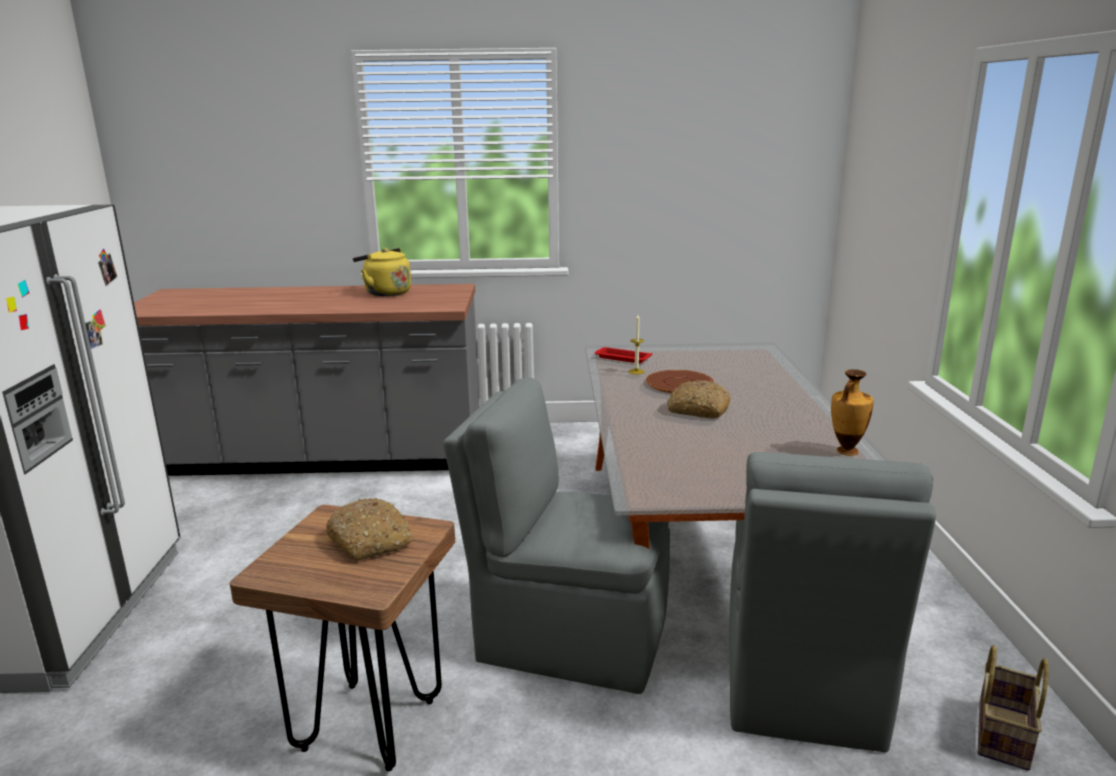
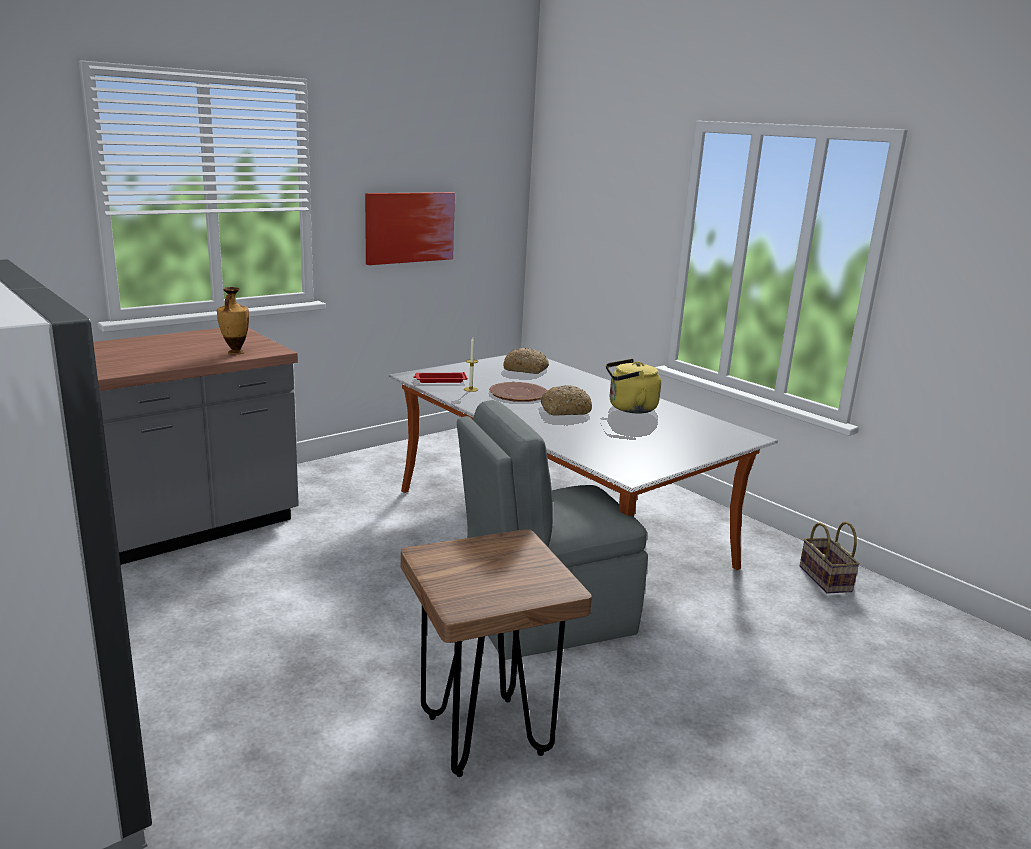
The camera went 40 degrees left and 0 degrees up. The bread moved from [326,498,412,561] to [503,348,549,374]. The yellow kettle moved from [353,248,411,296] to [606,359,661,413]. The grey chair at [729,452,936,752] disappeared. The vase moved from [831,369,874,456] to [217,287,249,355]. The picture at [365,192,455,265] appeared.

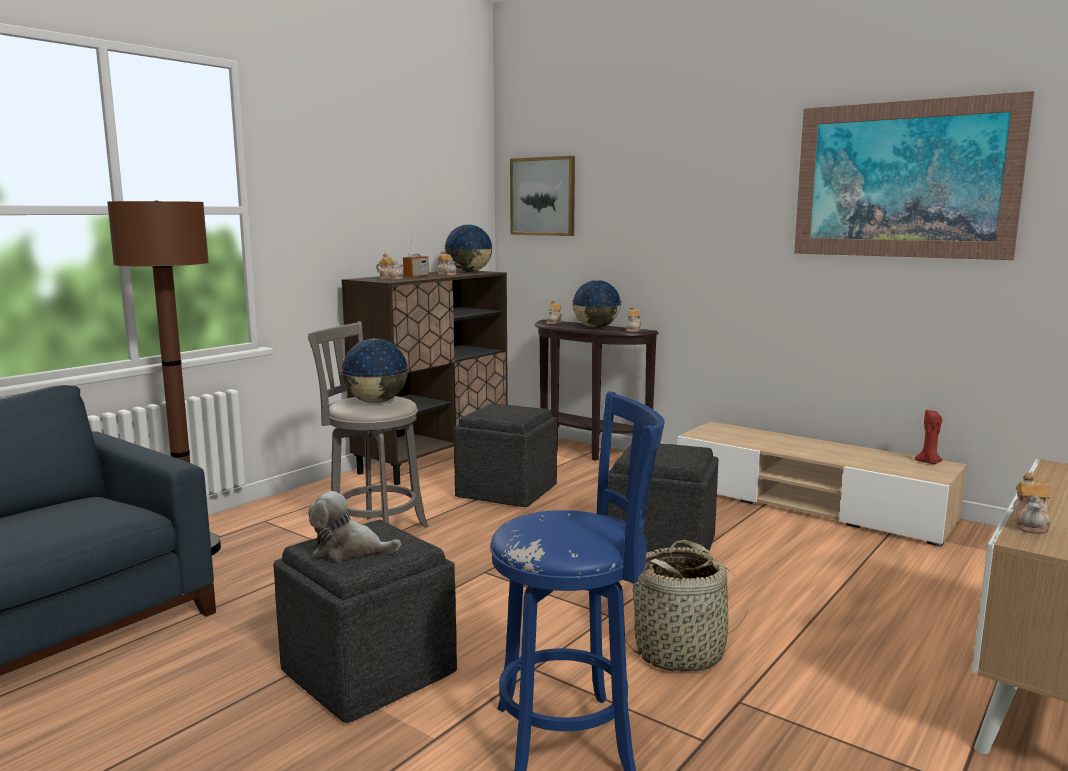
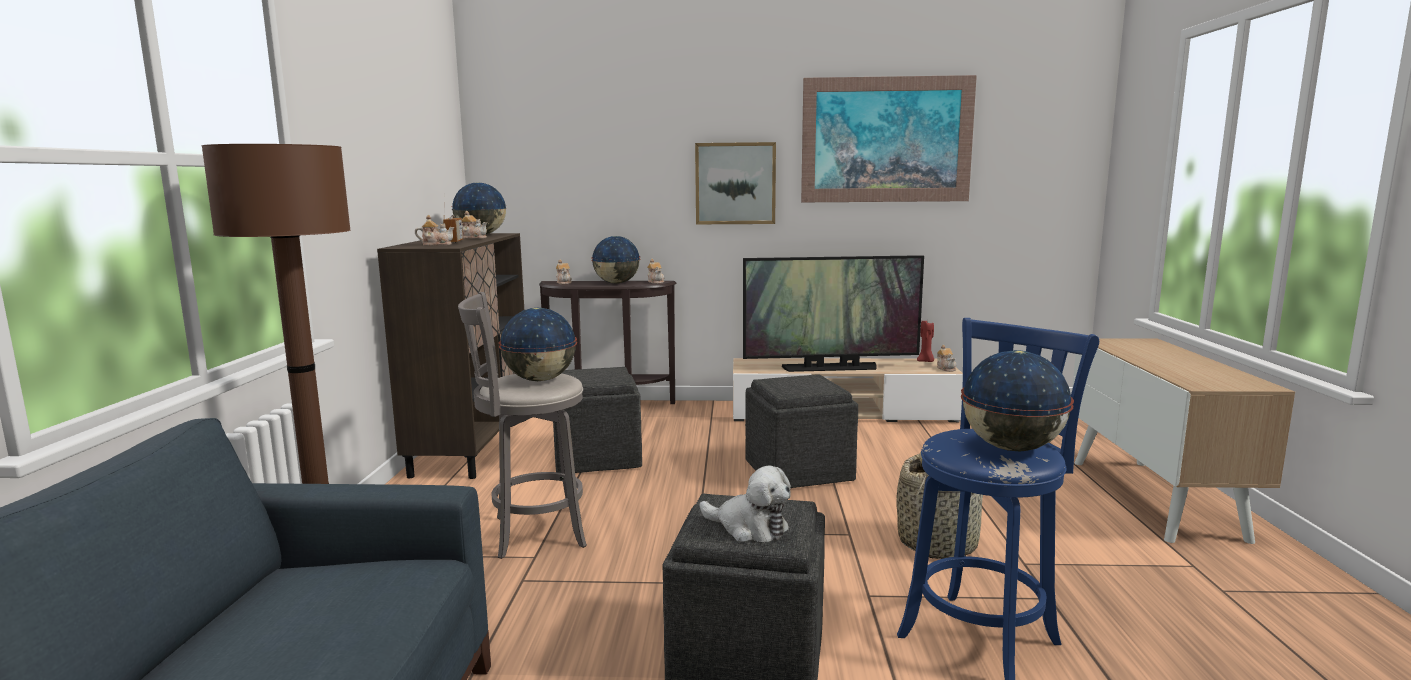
The camera went 35 degrees left and 0 degrees up. The plush toy at [308,491,401,562] turned 120 degrees counterclockwise. The picture moved from [510,156,575,236] to [695,142,776,224]. The teapot moved from [1012,473,1051,534] to [937,345,957,372]. The television at [743,255,924,372] appeared. The globe at [961,350,1074,451] appeared.

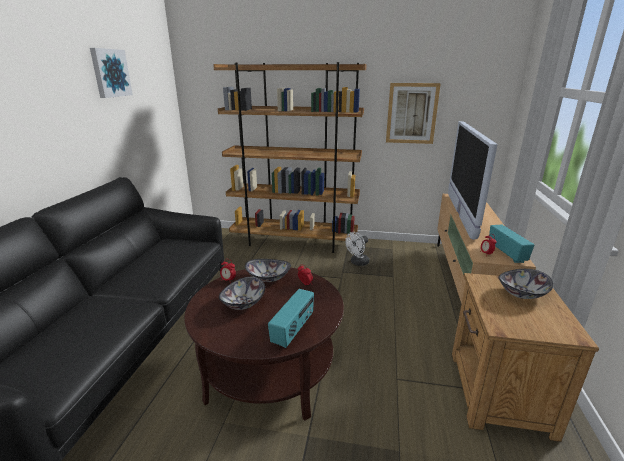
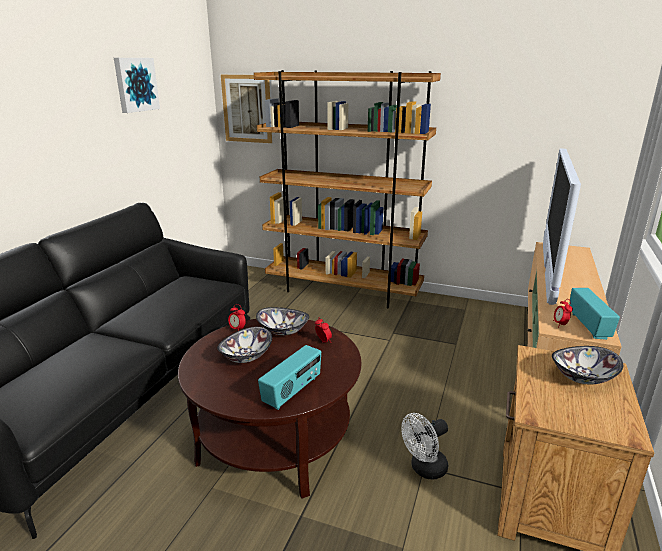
The camera went 10 degrees right and 0 degrees up. The white fan moved from [345,232,369,266] to [401,413,448,479]. The picture moved from [386,83,441,144] to [221,75,272,143].

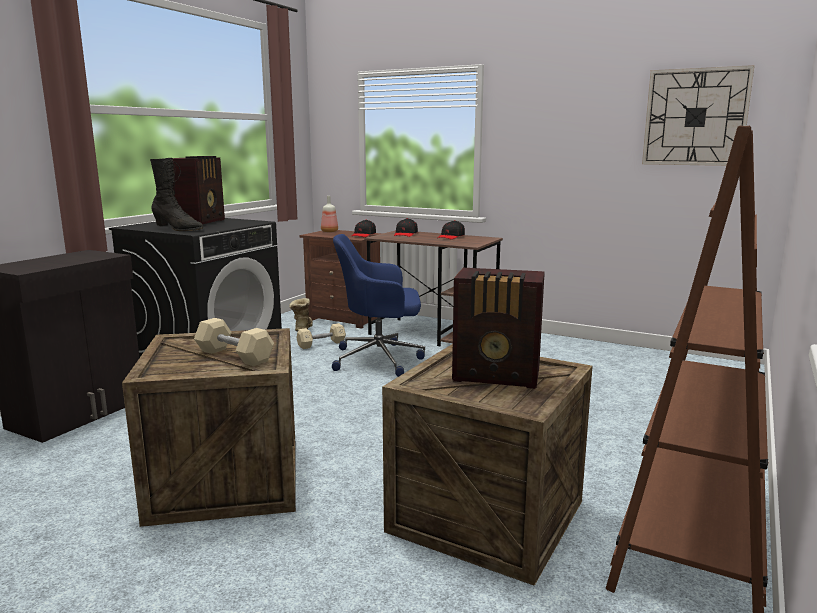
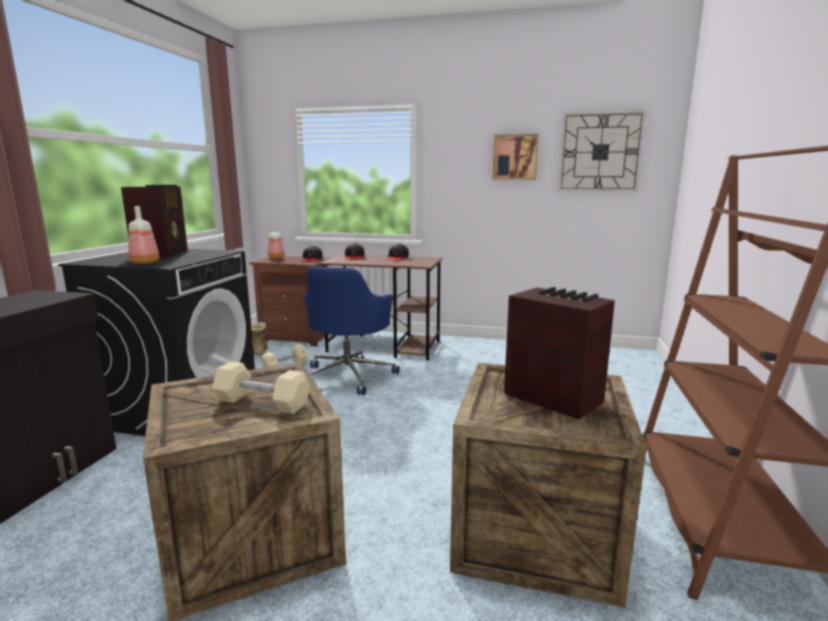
The camera went 15 degrees left and 0 degrees up. The black boot at [150,158,204,231] was replaced by the bottle at [128,206,159,264]. The blue office chair at [332,234,425,377] turned 60 degrees counterclockwise. The radio at [452,268,545,389] turned 135 degrees counterclockwise. The picture at [493,134,539,180] appeared.

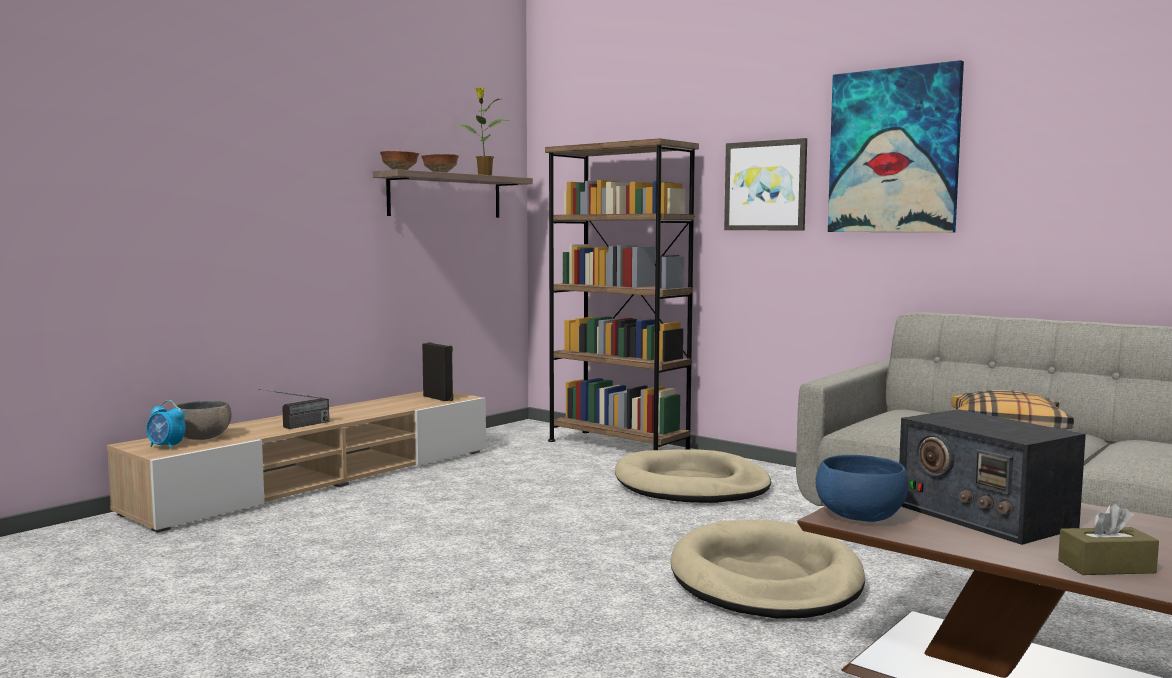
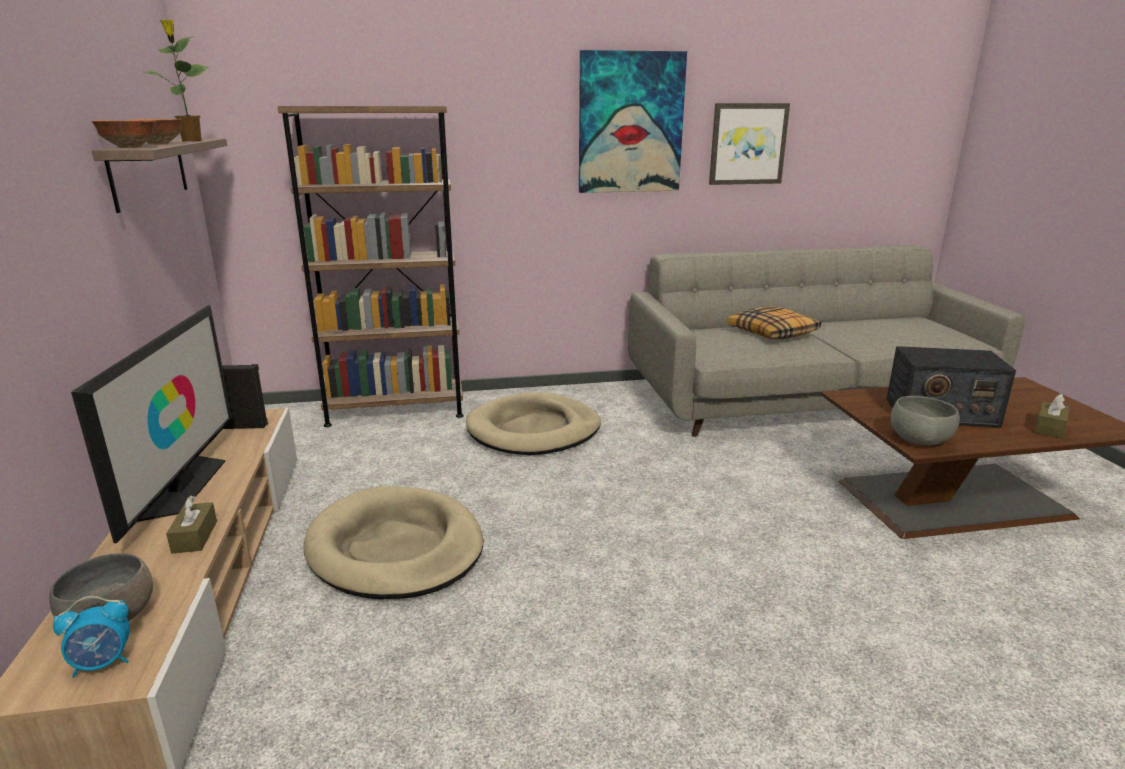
The camera went 50 degrees left and 15 degrees up. The radio at [259,389,329,429] was replaced by the brown tissue box at [166,496,217,553]. The beige dog bed moved from [670,520,865,618] to [304,486,483,599]. The picture moved from [724,138,807,230] to [709,103,790,185]. The blue bowl at [816,455,909,522] became the grey bowl at [891,396,960,445]. The television at [71,305,232,543] appeared.

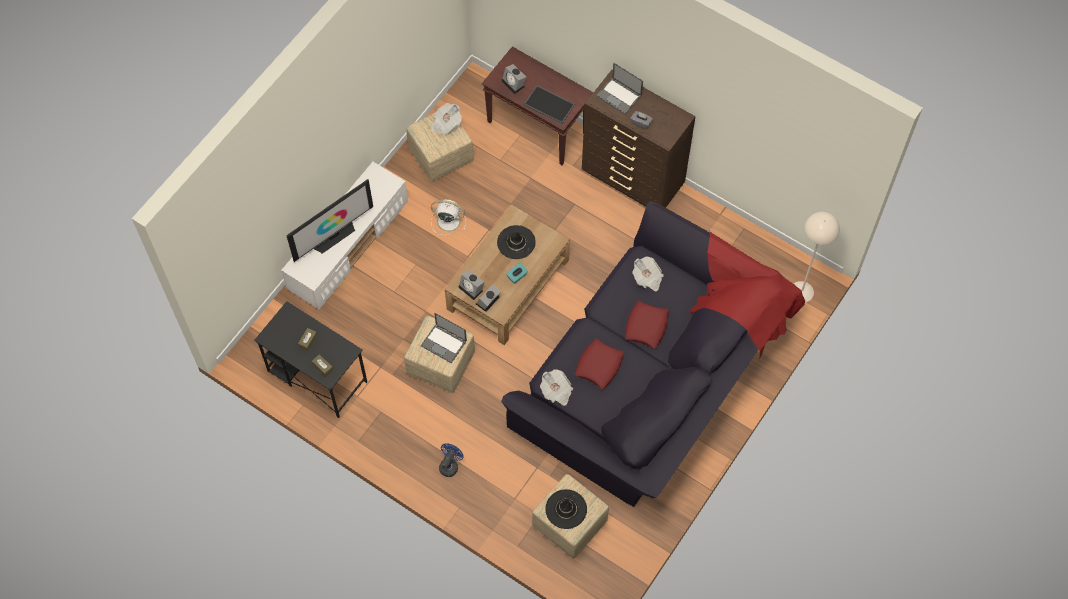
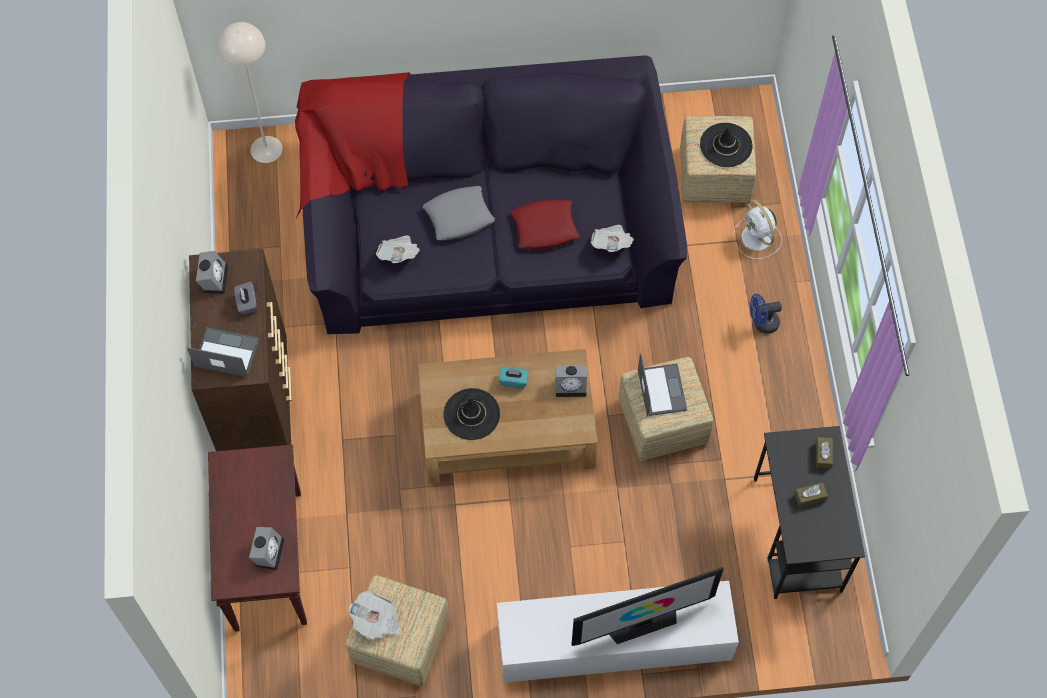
The camera went 130 degrees left and 0 degrees up. The television at [286,179,373,262] turned 150 degrees clockwise. The white fan moved from [431,200,466,235] to [733,199,782,259]. The alarm clock moved from [458,270,484,300] to [196,251,228,294]. The tray at [524,85,575,124] disappeared. The laptop at [596,63,643,114] turned 75 degrees counterclockwise. The red pillow at [625,301,669,349] became the grey pillow at [423,186,495,240].

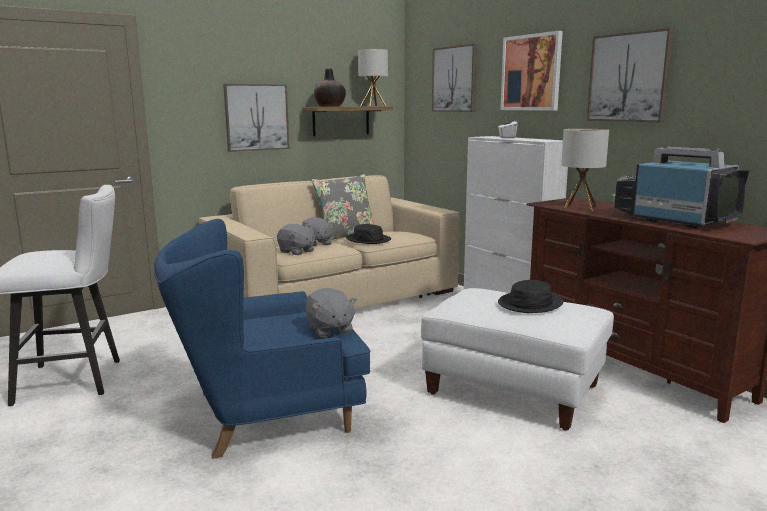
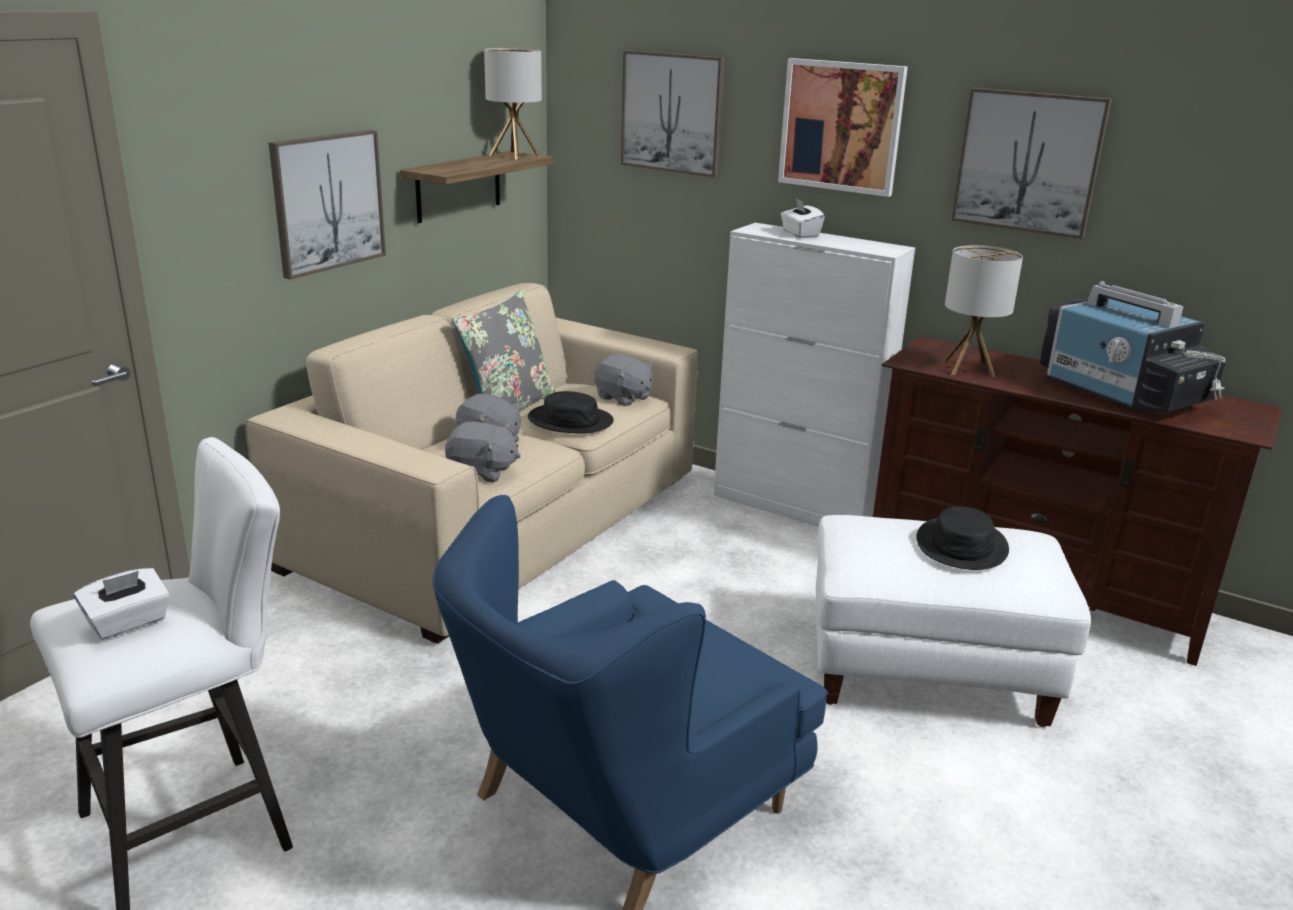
The camera went 25 degrees left and 10 degrees up. The grey plush toy moved from [305,288,357,338] to [594,354,654,406]. The vase at [314,68,346,107] disappeared. The television at [612,147,749,228] turned 150 degrees counterclockwise. The white tissue box at [74,568,170,640] appeared.

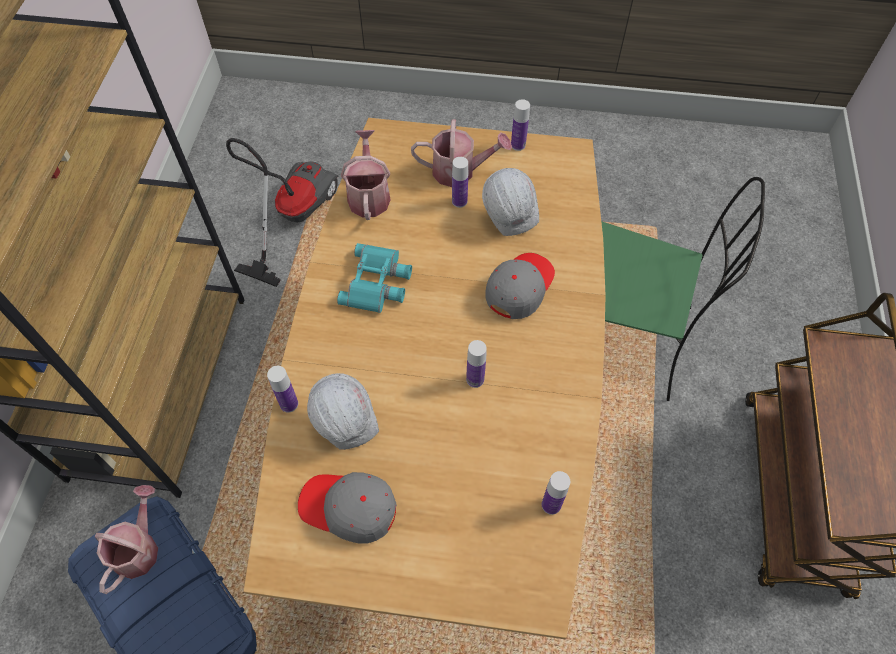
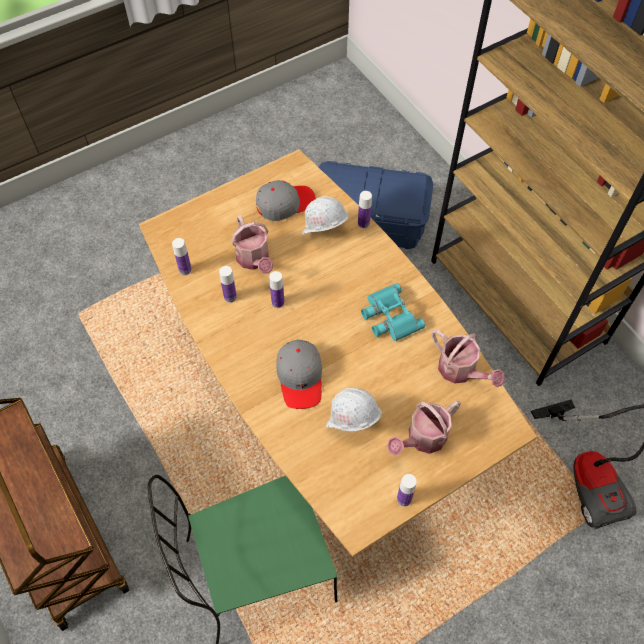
The camera went 140 degrees right and 0 degrees up. The watering can moved from [95,485,158,594] to [231,215,273,274]. The bottle moved from [452,157,468,208] to [219,266,237,303].

